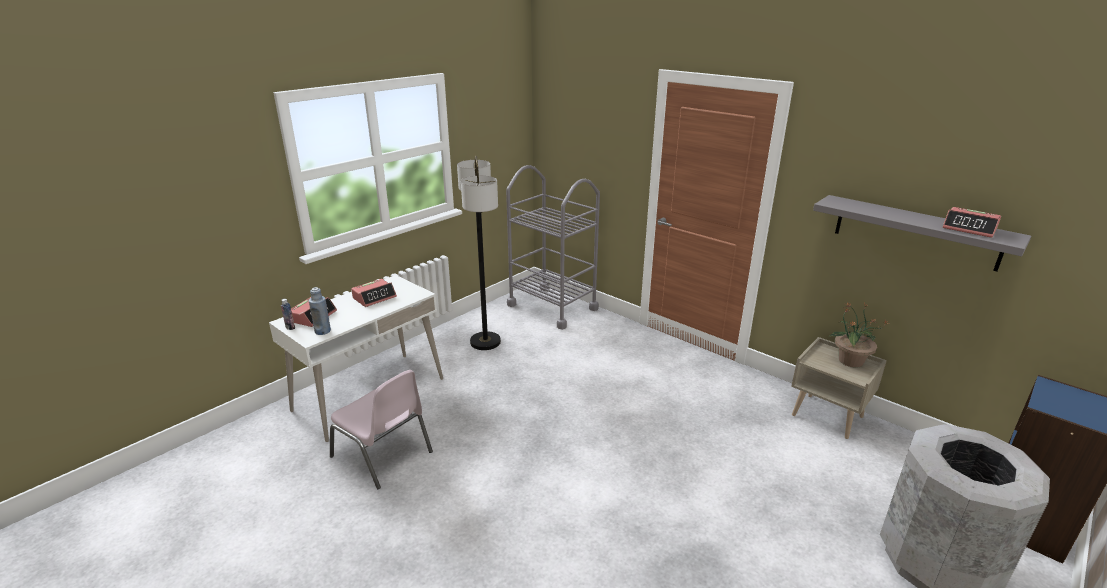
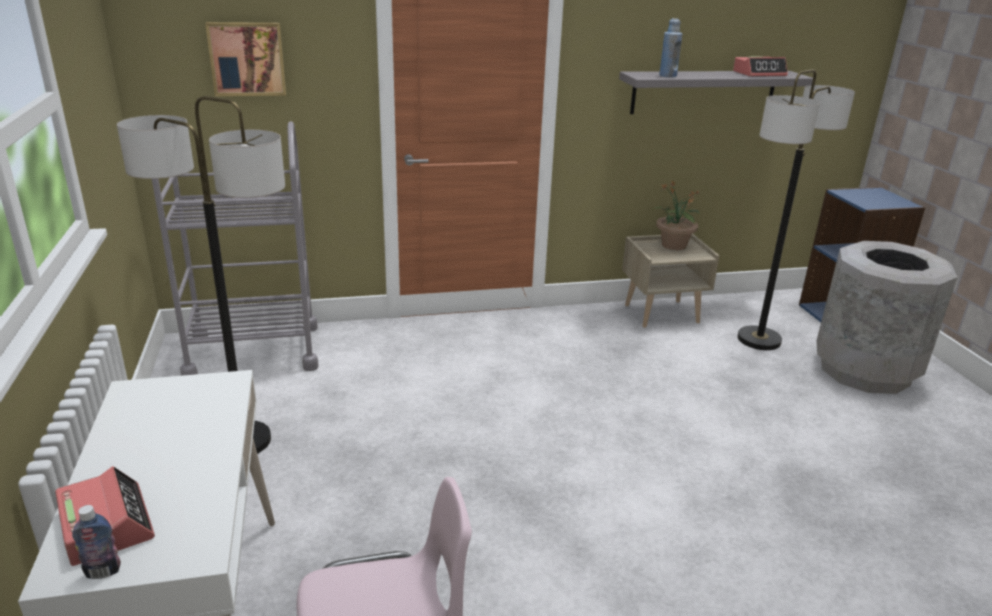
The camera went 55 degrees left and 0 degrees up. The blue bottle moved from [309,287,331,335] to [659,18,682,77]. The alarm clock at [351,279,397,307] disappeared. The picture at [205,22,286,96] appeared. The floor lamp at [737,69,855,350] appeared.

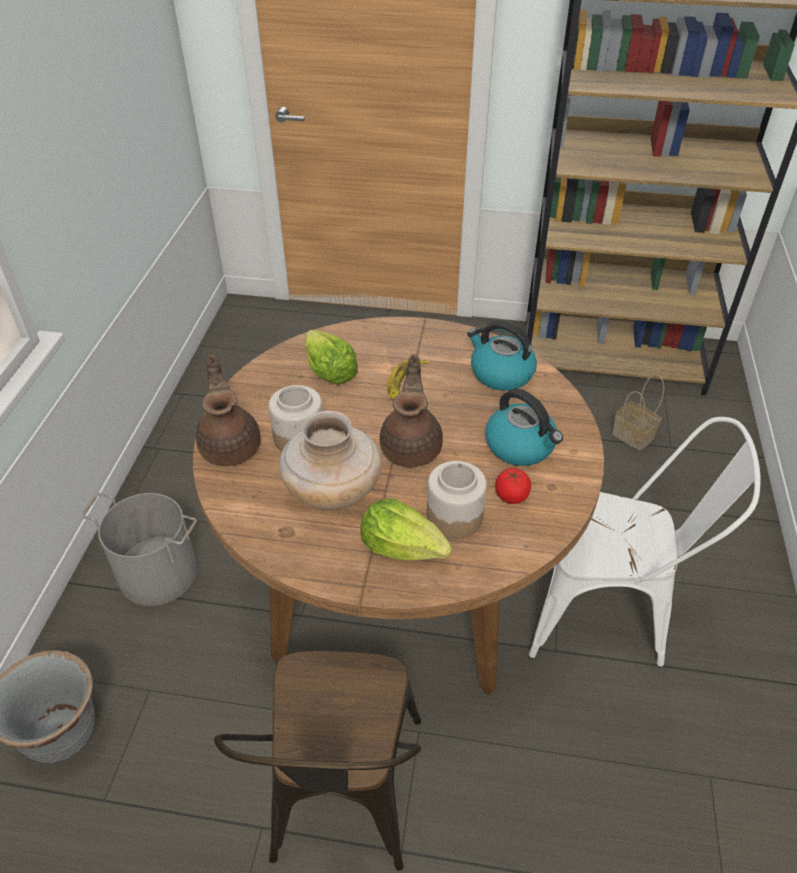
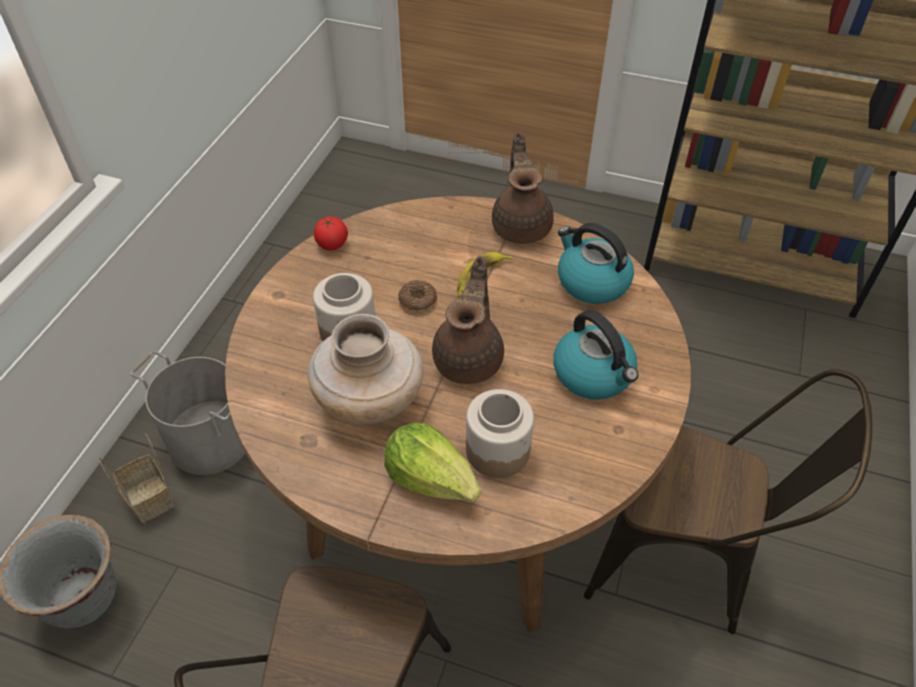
The camera went 10 degrees right and 5 degrees up. The brown teapot moved from [196,355,261,466] to [492,132,553,244]. The lettuce at [305,329,358,384] disappeared. The tomato moved from [495,468,531,504] to [314,217,348,251]. The white chair at [528,417,761,668] became the brown chair at [584,369,872,634]. The basket moved from [612,374,664,450] to [98,434,174,523]. The donut at [398,280,437,312] appeared.

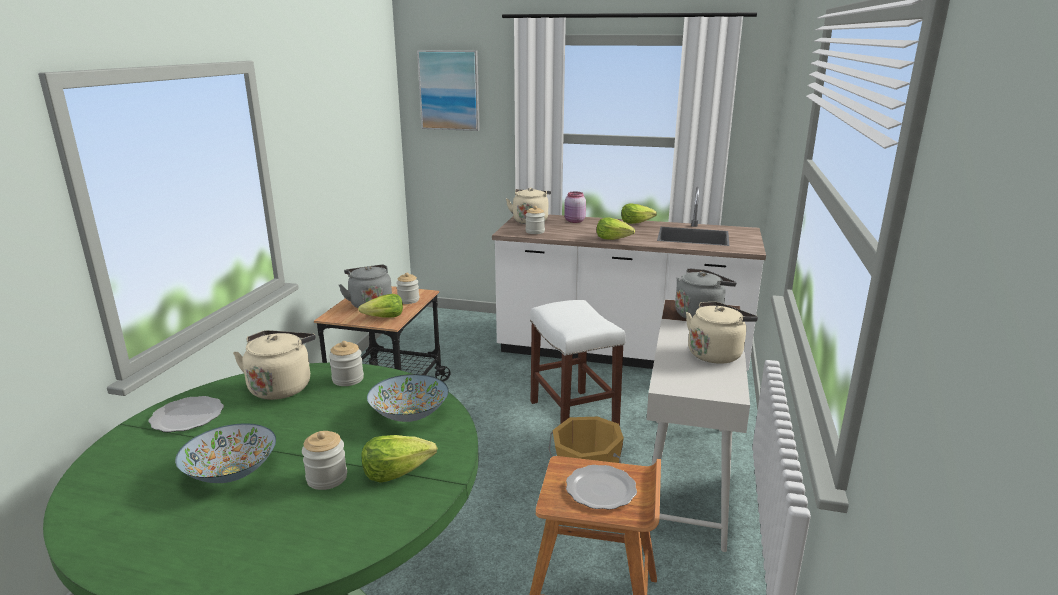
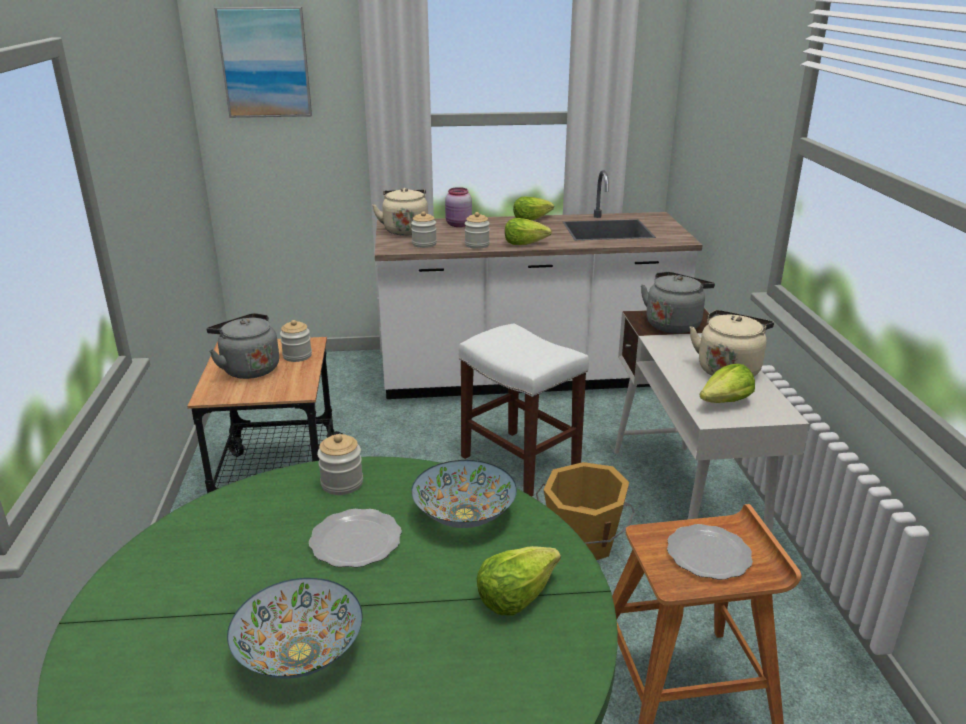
The camera went 20 degrees left and 5 degrees up. The plate moved from [148,396,224,432] to [309,509,402,568]. The beige kettle at [233,330,316,400] disappeared. The jar moved from [302,431,347,490] to [465,212,490,249]. The lettuce moved from [358,294,403,317] to [699,364,755,403].

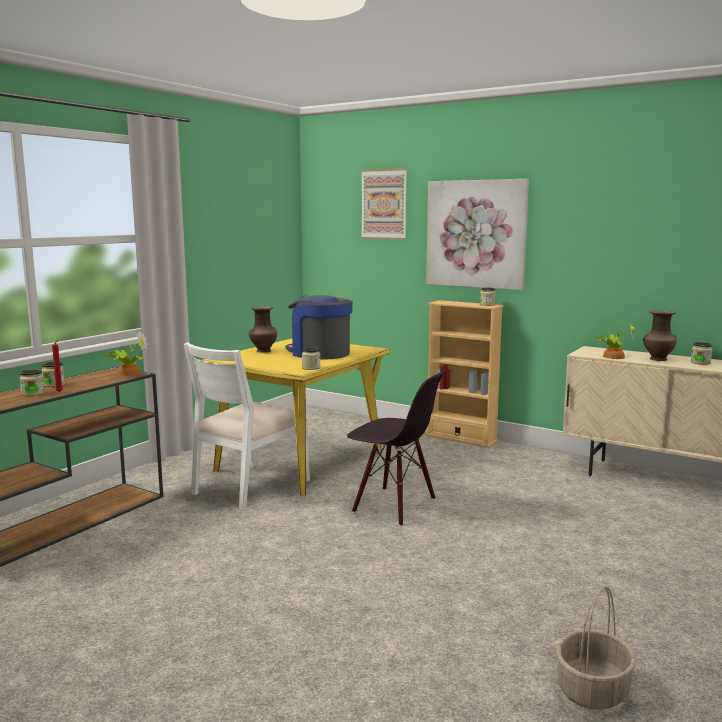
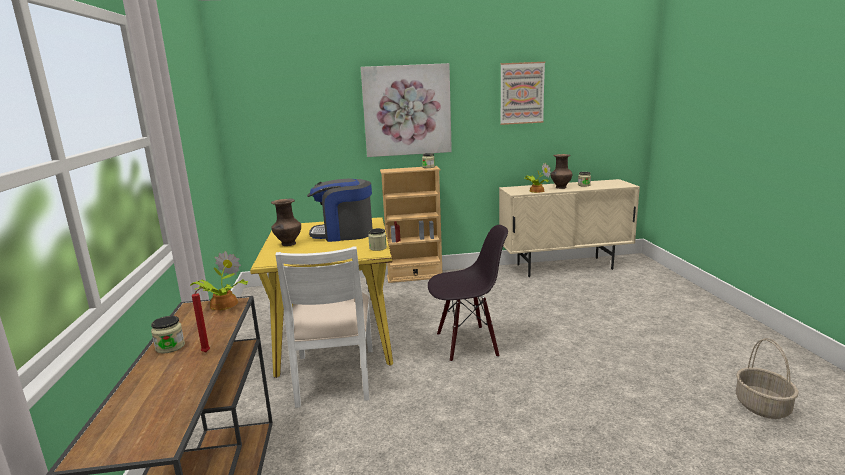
The camera went 40 degrees left and 5 degrees up. The jar at [19,369,45,396] disappeared. The picture moved from [361,169,407,239] to [500,62,545,125].

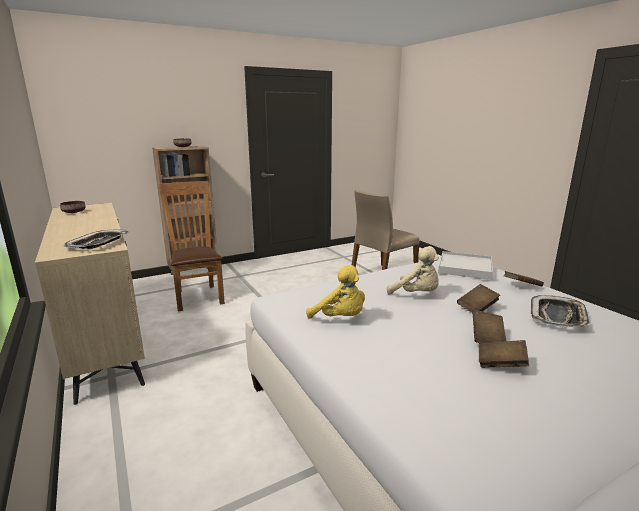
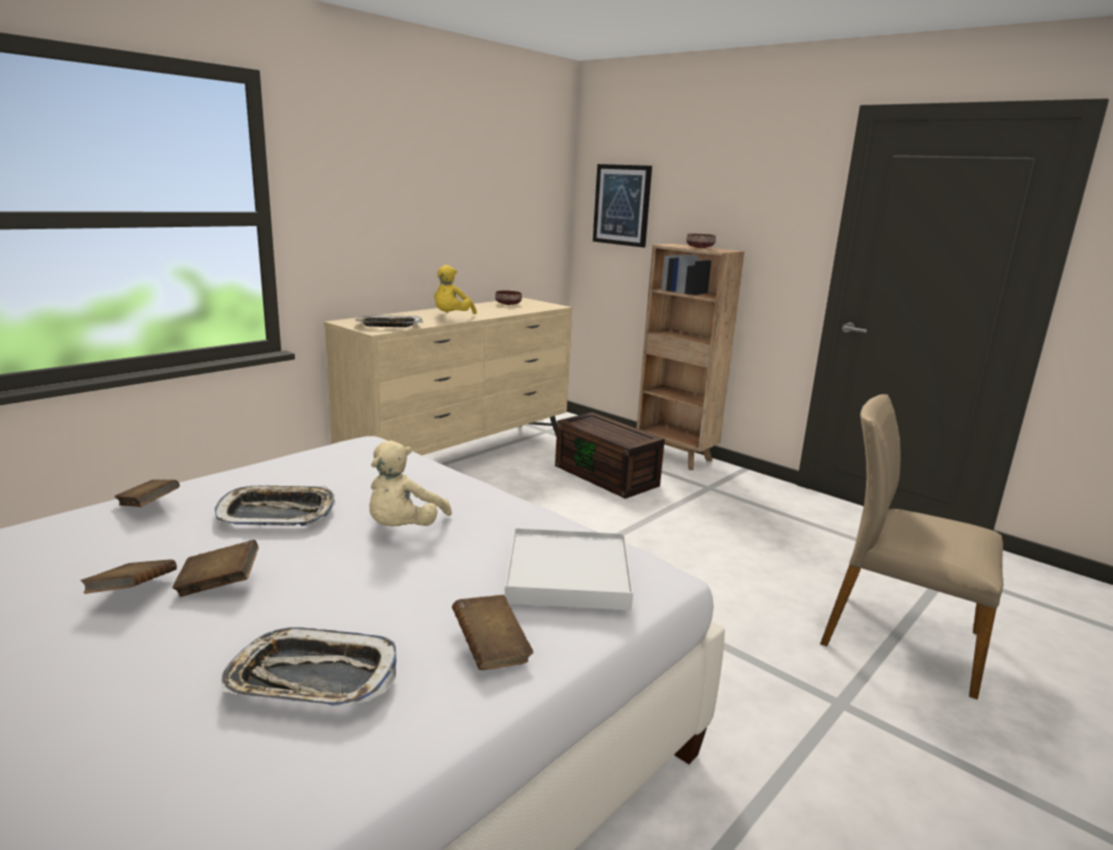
The camera went 70 degrees right and 0 degrees up. The brown chair at [158,181,225,312] was replaced by the brown storage box at [555,412,665,499]. The yellow plush toy moved from [306,265,365,319] to [434,265,477,314]. The brown book moved from [457,284,500,313] to [114,479,180,507]. The tray at [214,486,335,526] appeared. The picture at [593,164,652,247] appeared.

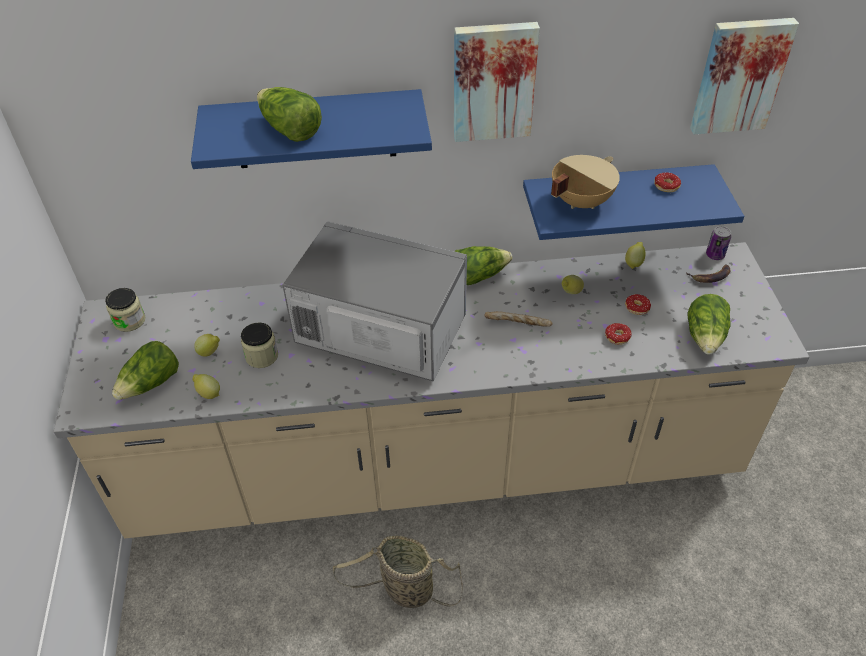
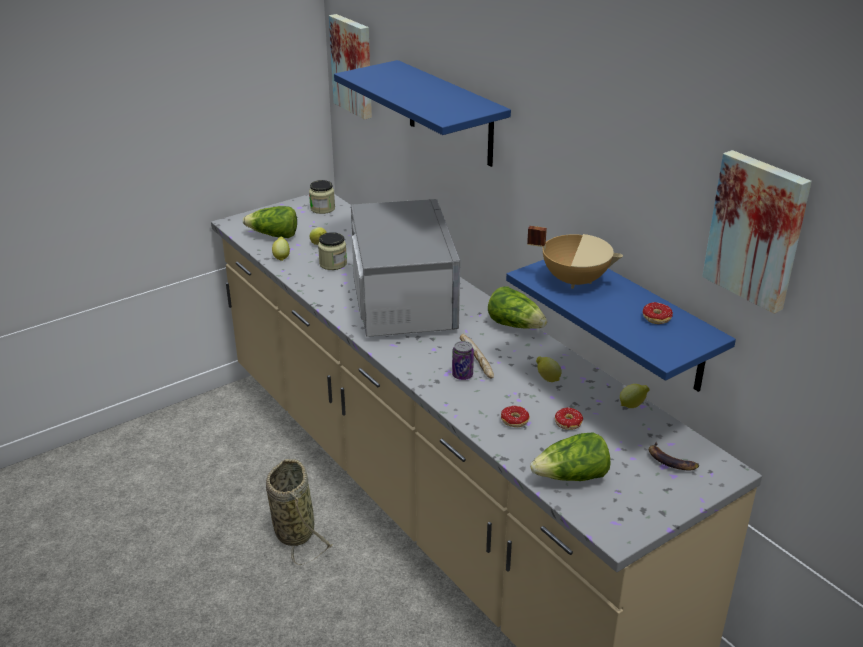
The camera went 60 degrees right and 15 degrees down. The lettuce at [257,87,322,142] disappeared. The picture moved from [454,22,540,142] to [329,14,372,120]. The can moved from [706,226,731,260] to [452,341,474,380].

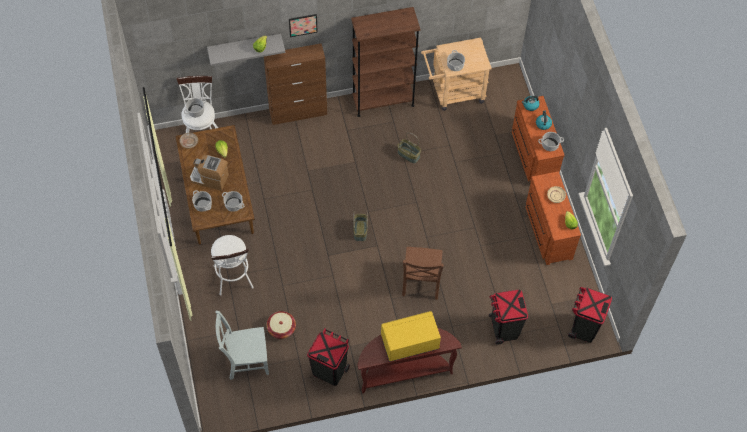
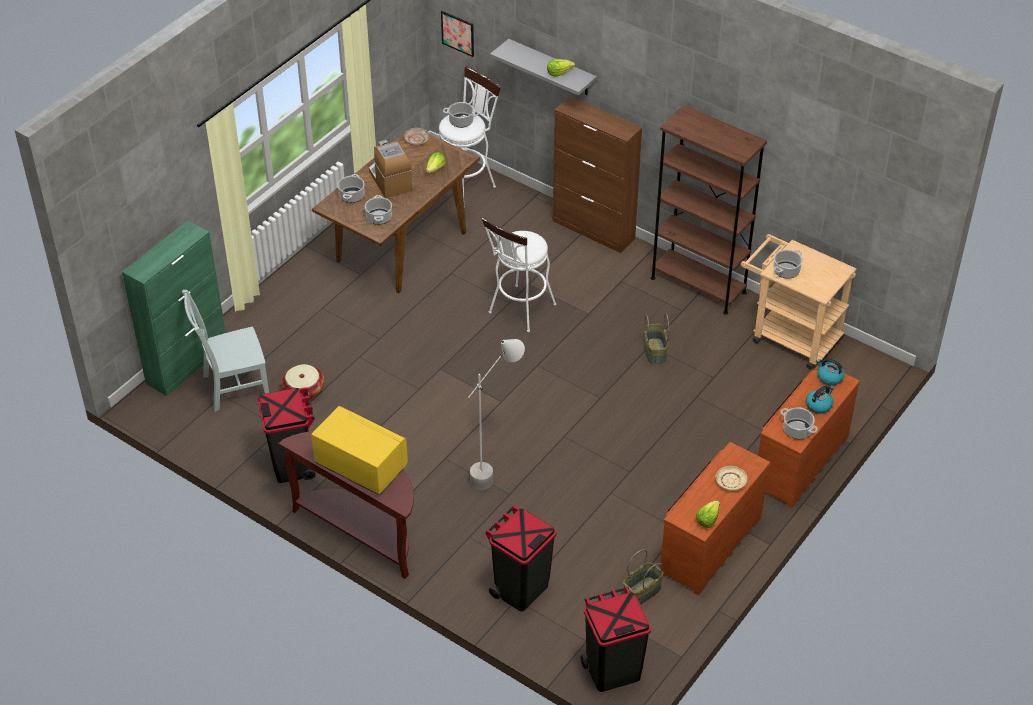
The camera went 50 degrees right and 15 degrees down. The white stool moved from [211,235,254,296] to [482,217,556,332]. The grey chair at [215,311,269,380] turned 60 degrees counterclockwise. The picture moved from [289,14,318,37] to [441,11,474,57]. The basket moved from [353,211,368,241] to [623,549,663,605]. The brown chair at [402,247,444,300] was replaced by the grey floor lamp at [469,339,525,490]. The green cabinet at [122,221,226,396] appeared.

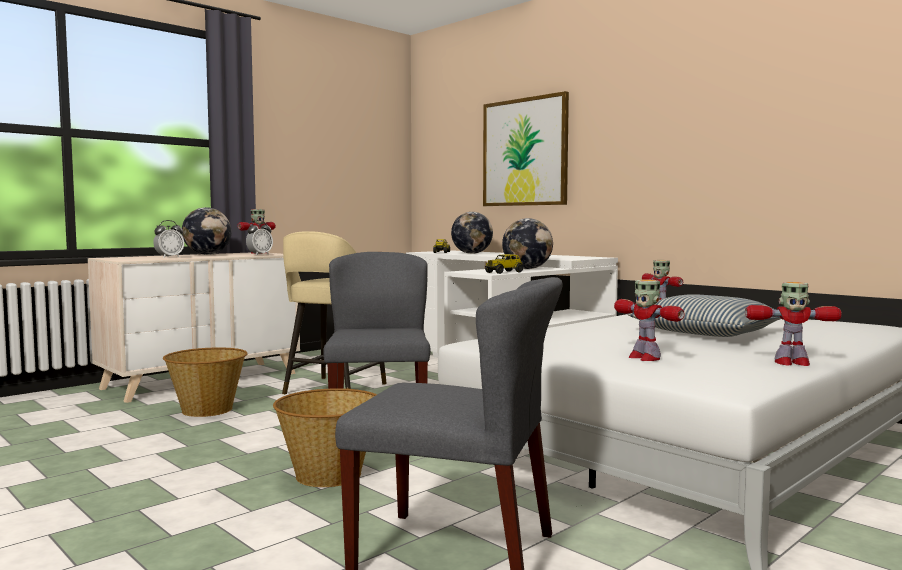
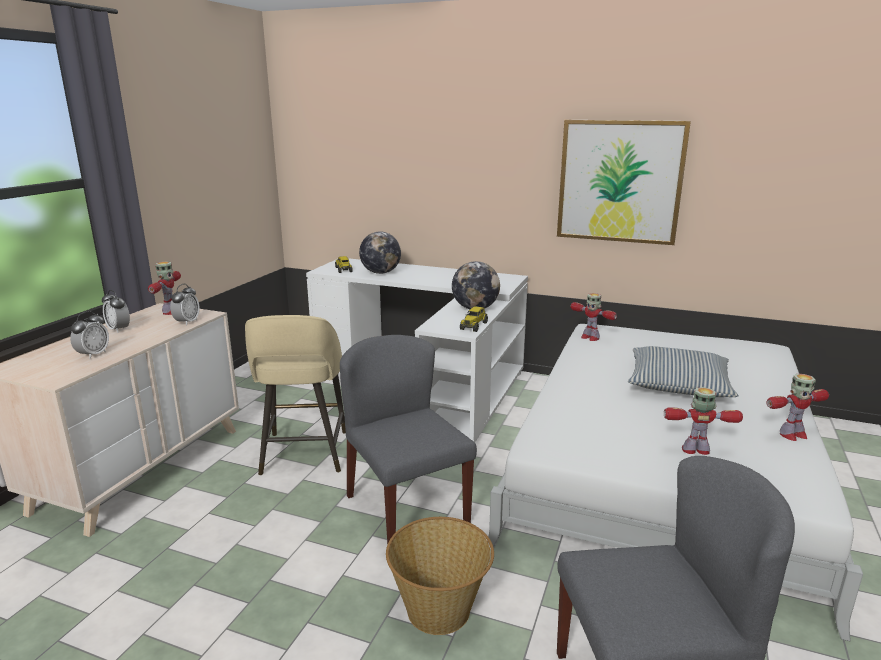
The camera went 25 degrees left and 15 degrees up. The basket at [163,347,248,417] disappeared. The globe at [182,207,231,255] was replaced by the alarm clock at [102,290,130,332]. The picture moved from [483,91,569,206] to [557,120,691,245]. The toy robot at [614,279,685,361] turned 150 degrees clockwise.

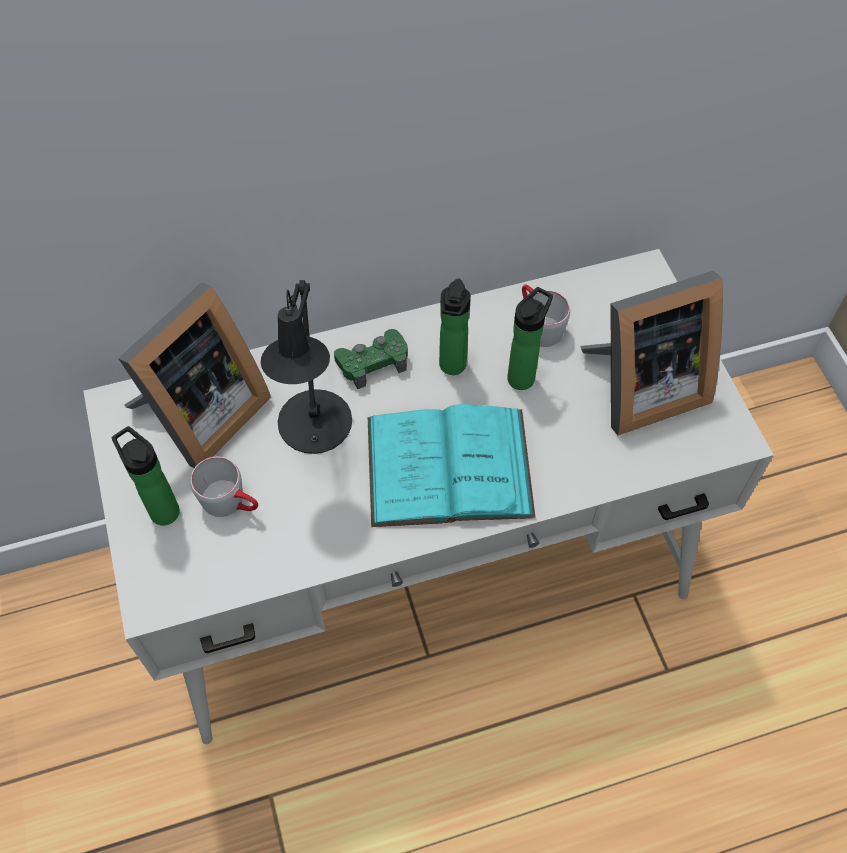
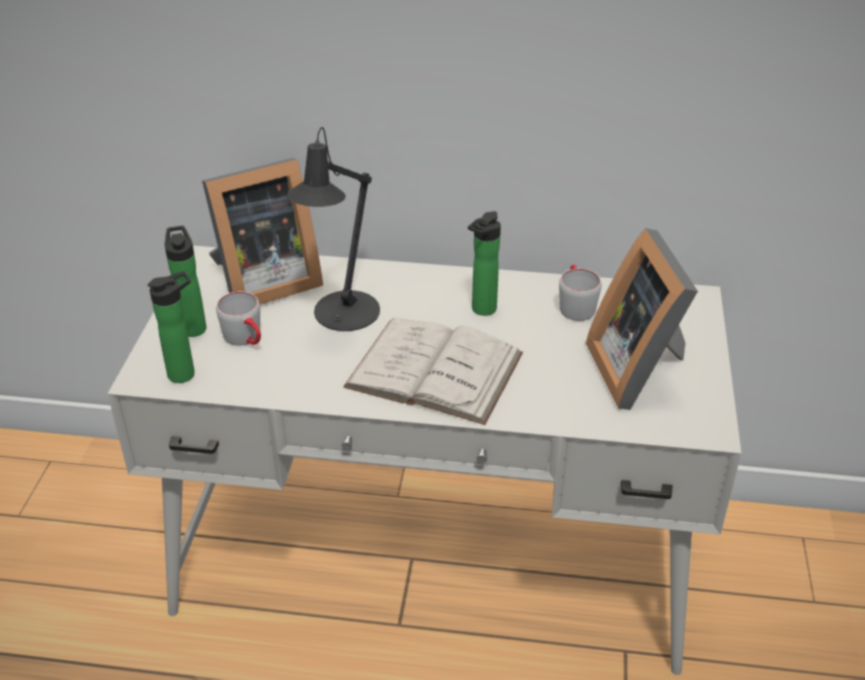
The camera went 25 degrees right and 20 degrees down. The green game controller at [334,329,408,389] disappeared. The turquoise book at [368,404,536,527] became the white book at [343,318,523,425]. The bottle moved from [507,287,553,390] to [148,271,195,383]. The picture frame at [580,270,723,435] turned 75 degrees clockwise.

